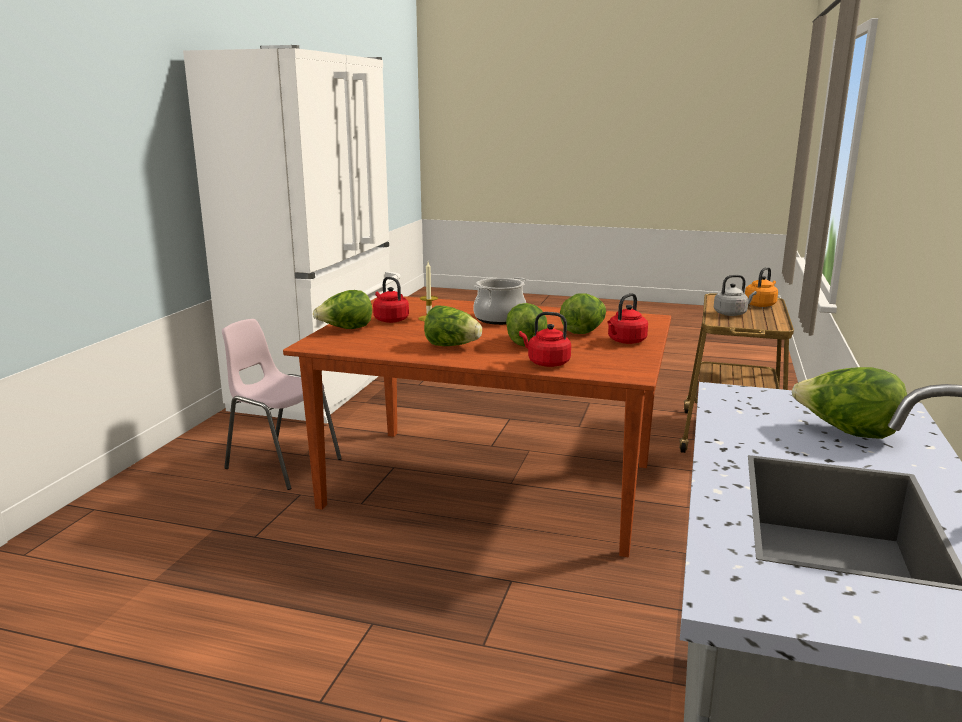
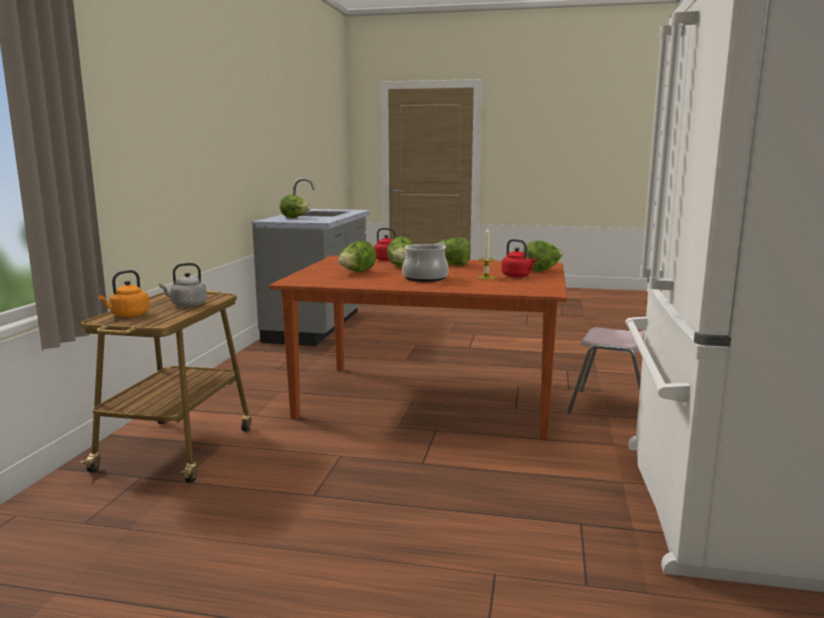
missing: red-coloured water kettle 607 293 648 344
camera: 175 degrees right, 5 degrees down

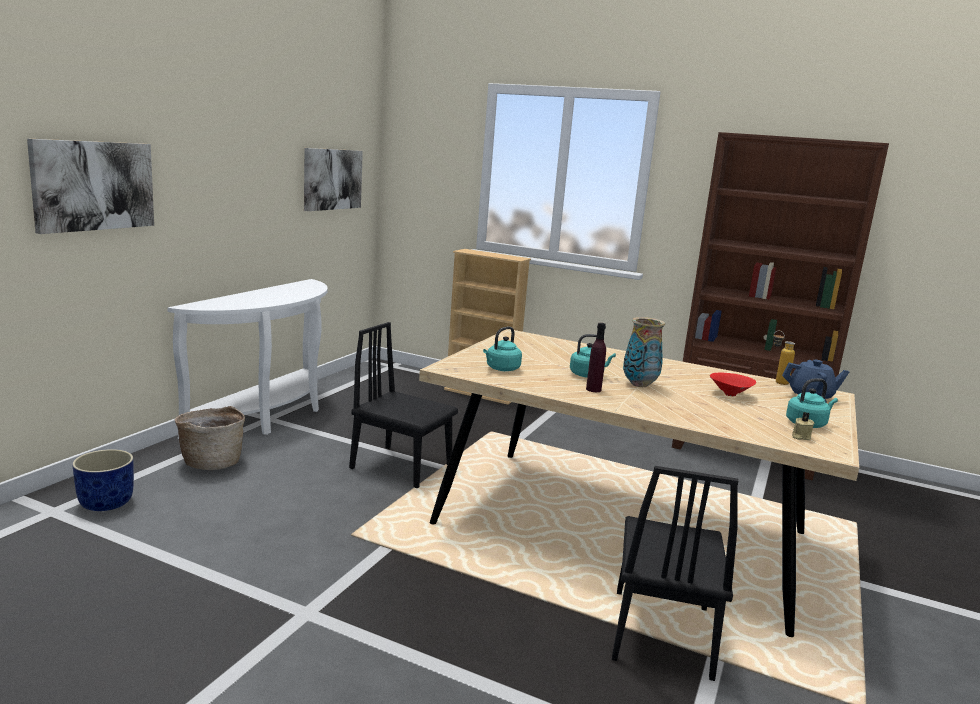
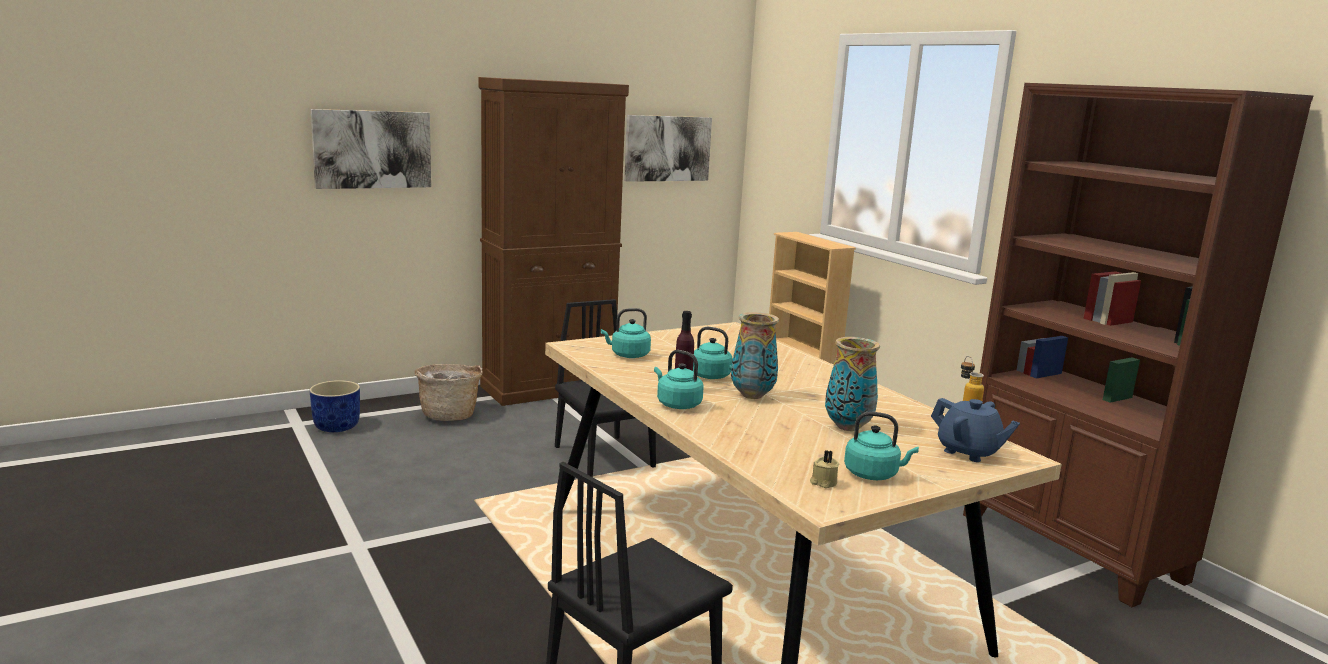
appeared: blue-green water kettle 654 350 704 409
exchanged: whitish narrow table 167 279 328 439 to brownish cupboard 478 77 629 406; red-coloured deep dish 710 372 756 396 to decorative vase 825 337 880 431
camera: 35 degrees right, 0 degrees up

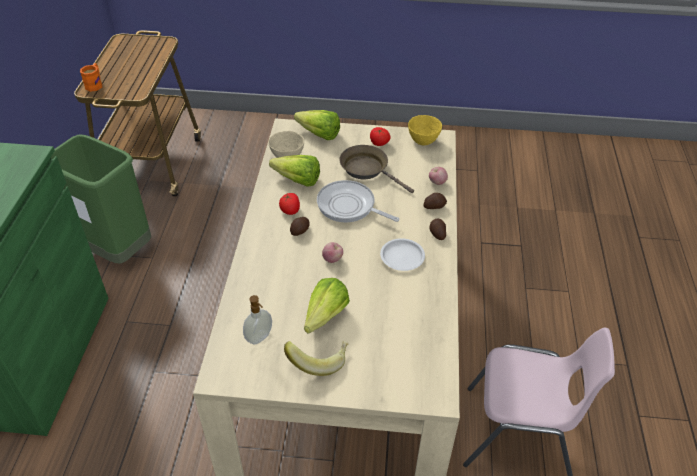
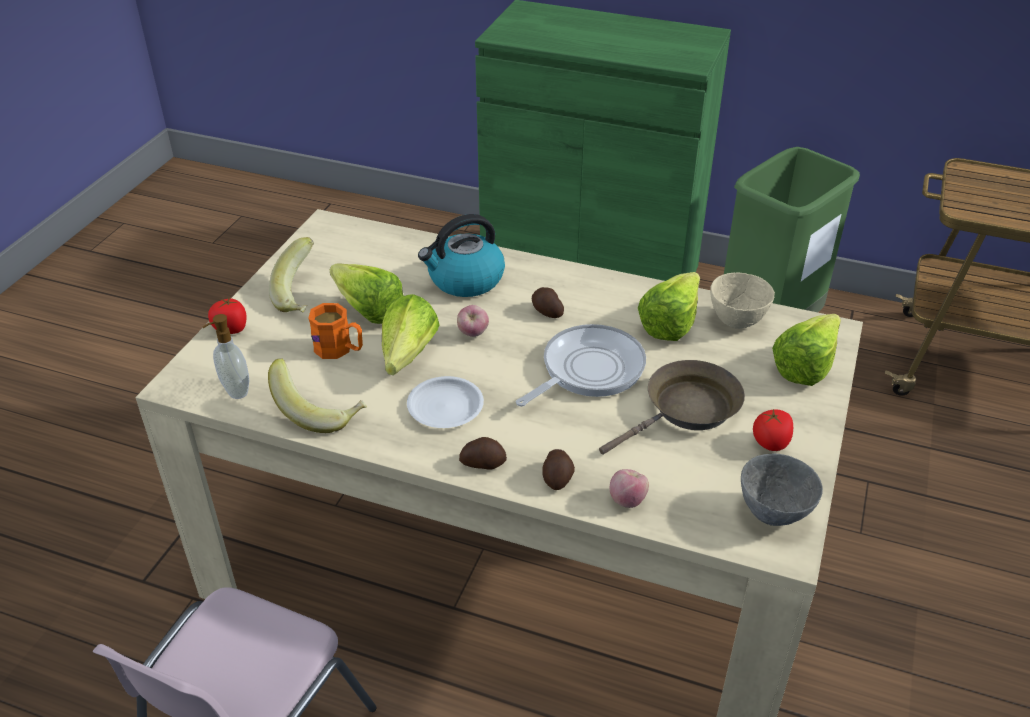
appeared: banana 268 358 367 433; lettuce 382 294 439 375; water kettle 418 214 505 297
relocated: liquid soap bottle 243 295 272 344 to 203 314 249 399; fresh tomato 279 193 300 215 to 208 296 247 334; orange-coloured coffee mug 80 63 102 92 to 308 303 363 359
colour: yellow-coloured deep dish 408 115 442 145 to grey deep dish 741 454 823 526
camera: 105 degrees right, 5 degrees down

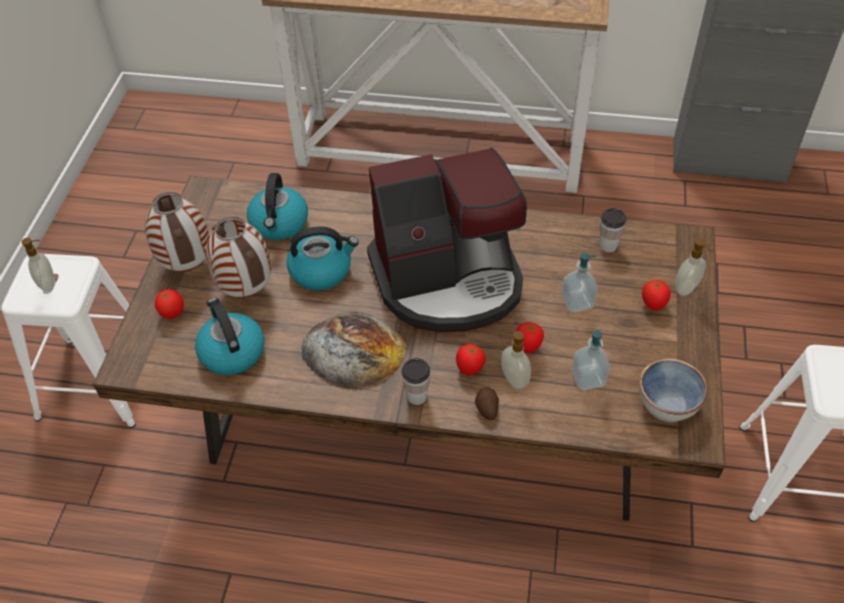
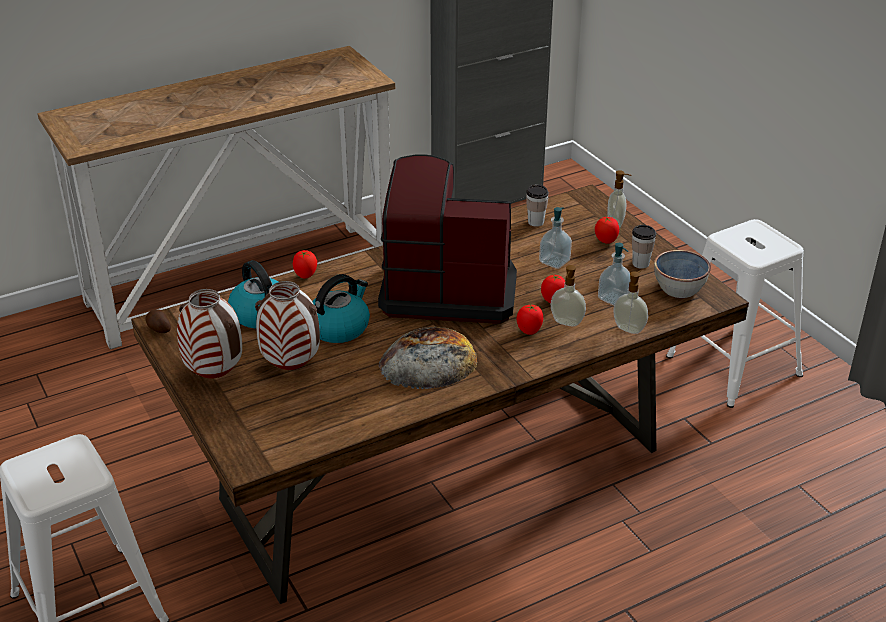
missing: water kettle 195 298 264 375
relocated: whole potato 475 387 499 420 to 145 310 171 333; fresh tomato 155 289 184 319 to 293 250 317 279; liquid soap bottle 22 238 54 291 to 613 271 648 334; cup 402 358 430 405 to 632 225 656 269
spun: coffee brewer 367 148 527 332 = 378 154 517 324 120 degrees counterclockwise
camera: 40 degrees left, 15 degrees down

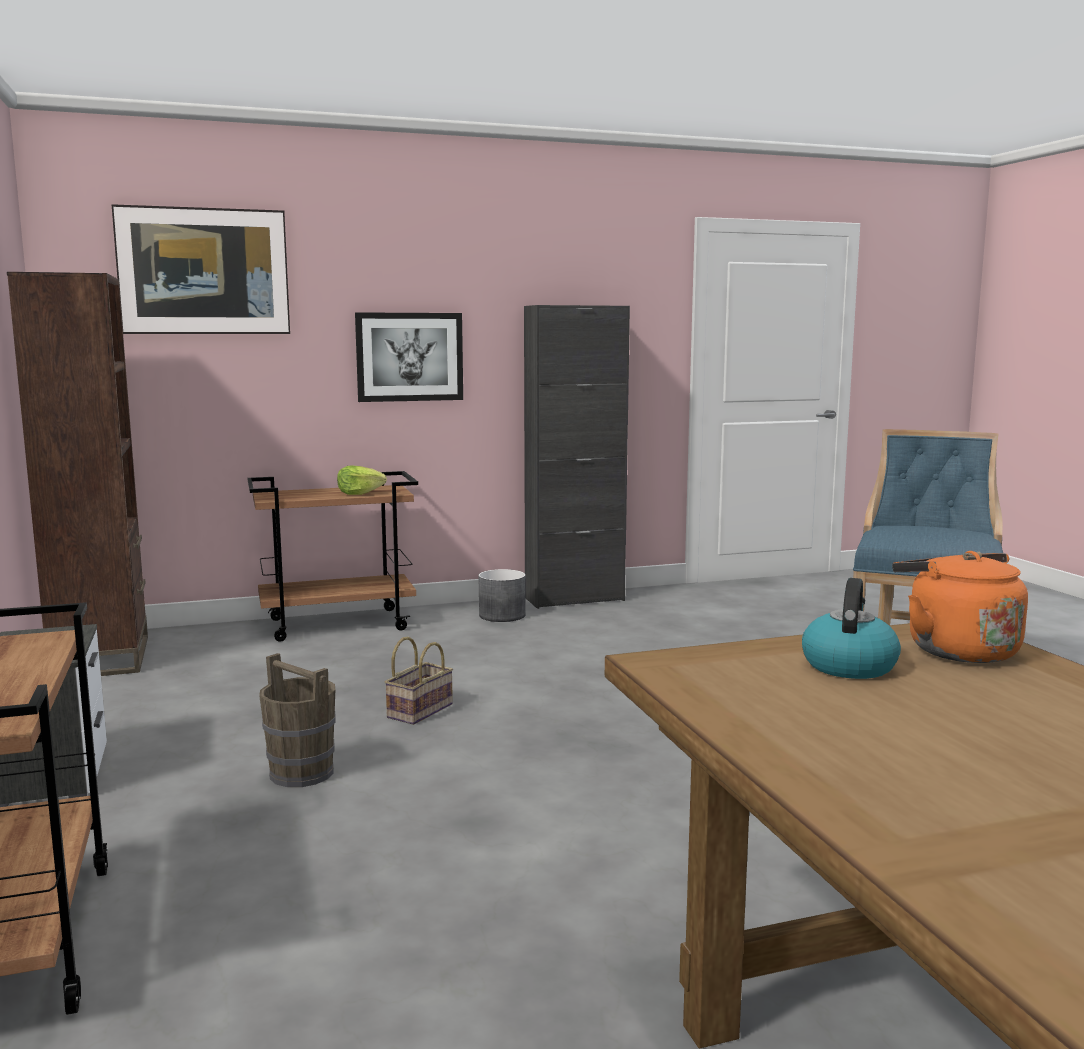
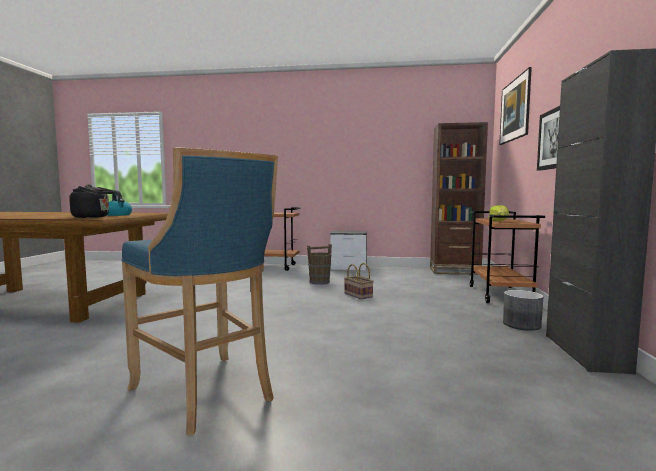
colour: orange-coloured water kettle 892 551 1028 663 to blackish water kettle 69 184 115 218
camera: 115 degrees right, 5 degrees down

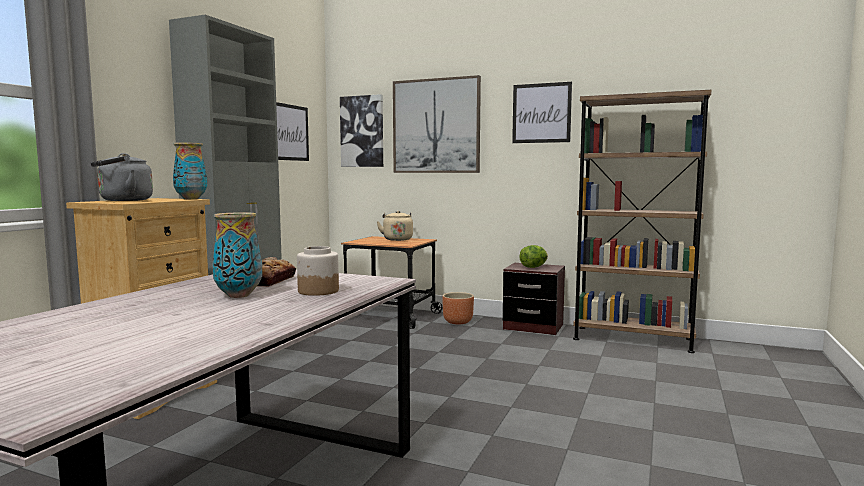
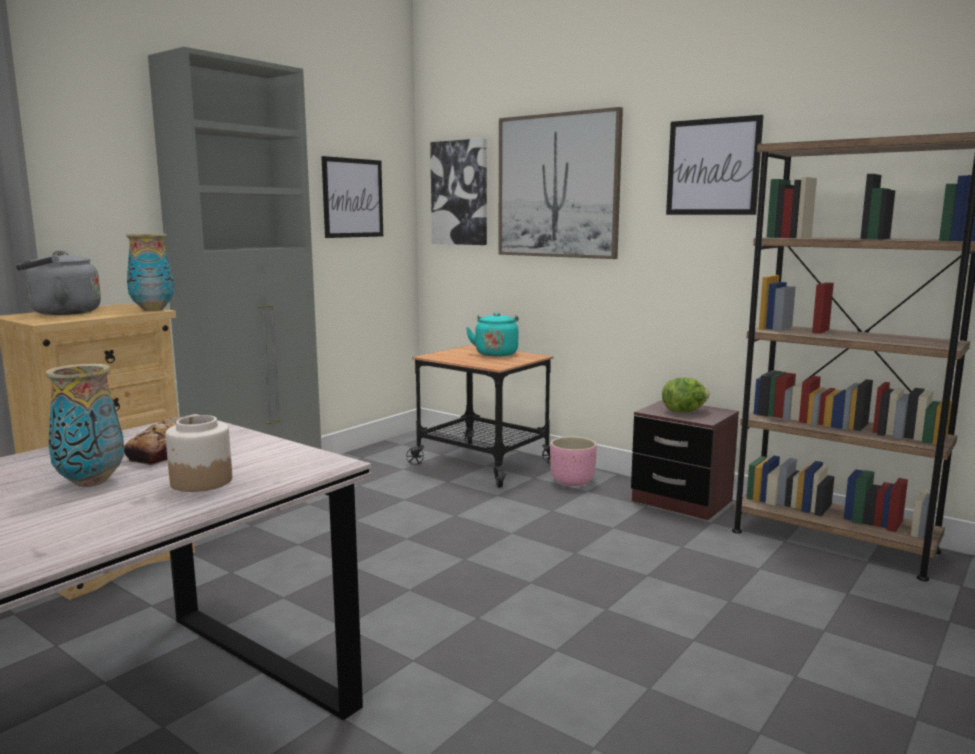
colour: sand-coloured water kettle 377 211 413 241 to blue-green water kettle 466 312 518 357; brownish planter 442 292 474 324 to pink-coloured planter 550 436 597 486
camera: 15 degrees right, 5 degrees up

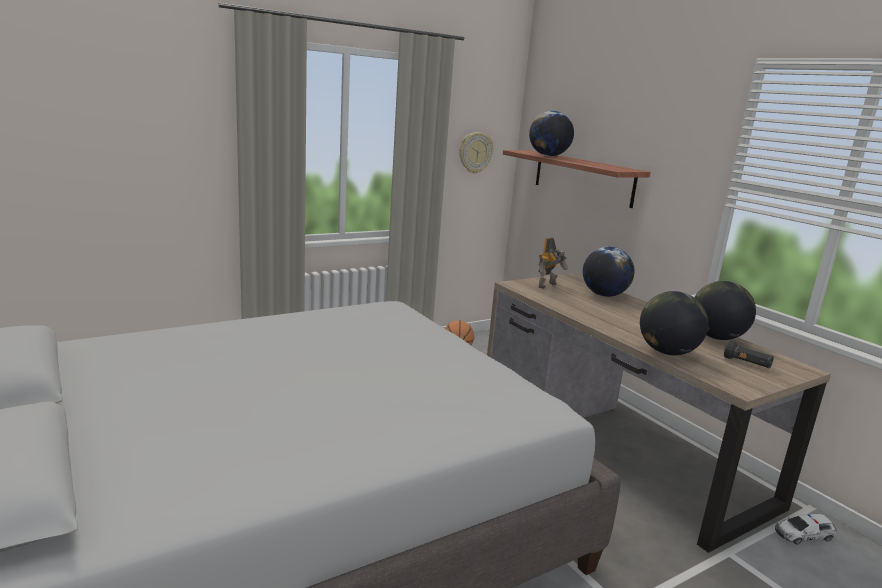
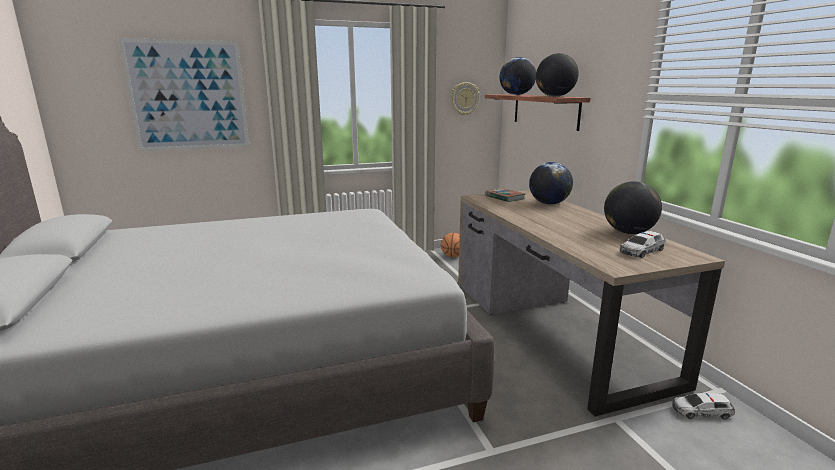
appeared: wall picture 119 38 249 151
relocated: world globe 640 291 708 355 to 536 53 579 97
exchanged: model robot 539 238 568 288 to volume 485 188 525 202; blackish flashlight 724 341 774 368 to miniature car 620 231 666 258
camera: 15 degrees right, 0 degrees up

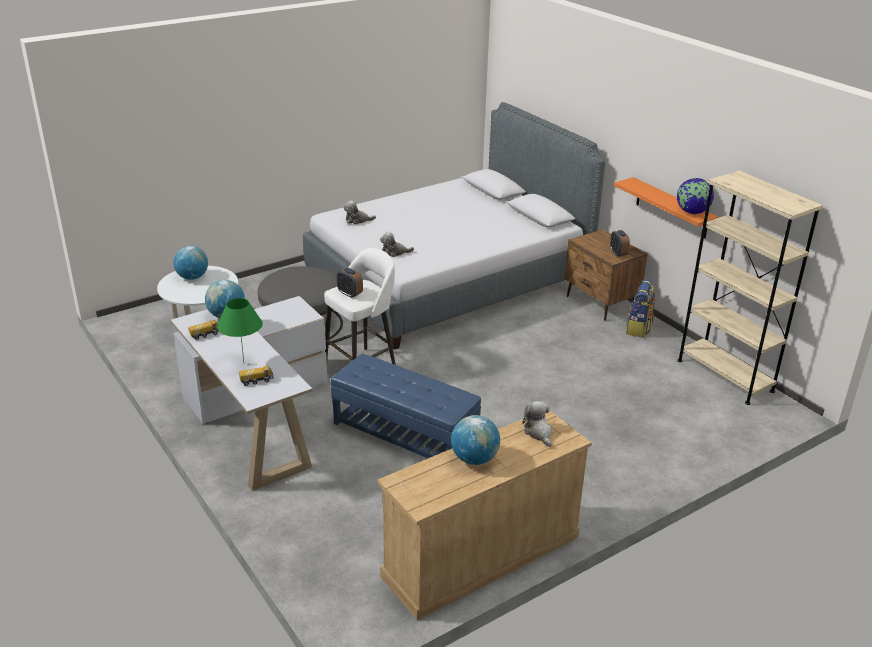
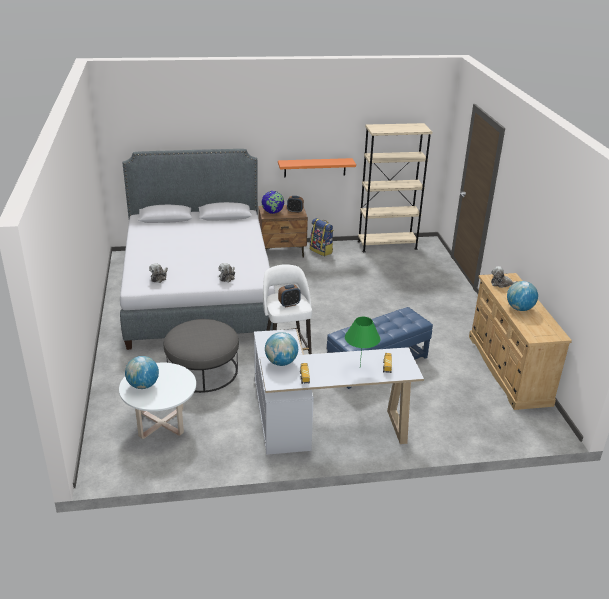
relocated: world globe 677 178 714 214 to 262 191 284 214
camera: 65 degrees left, 0 degrees up

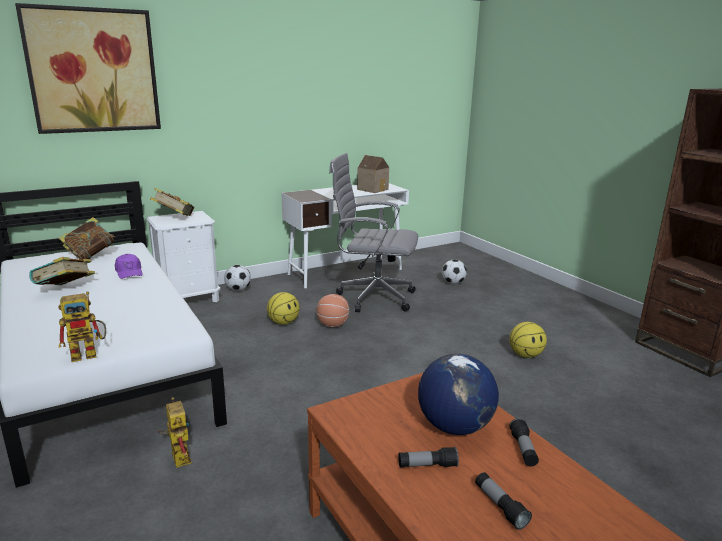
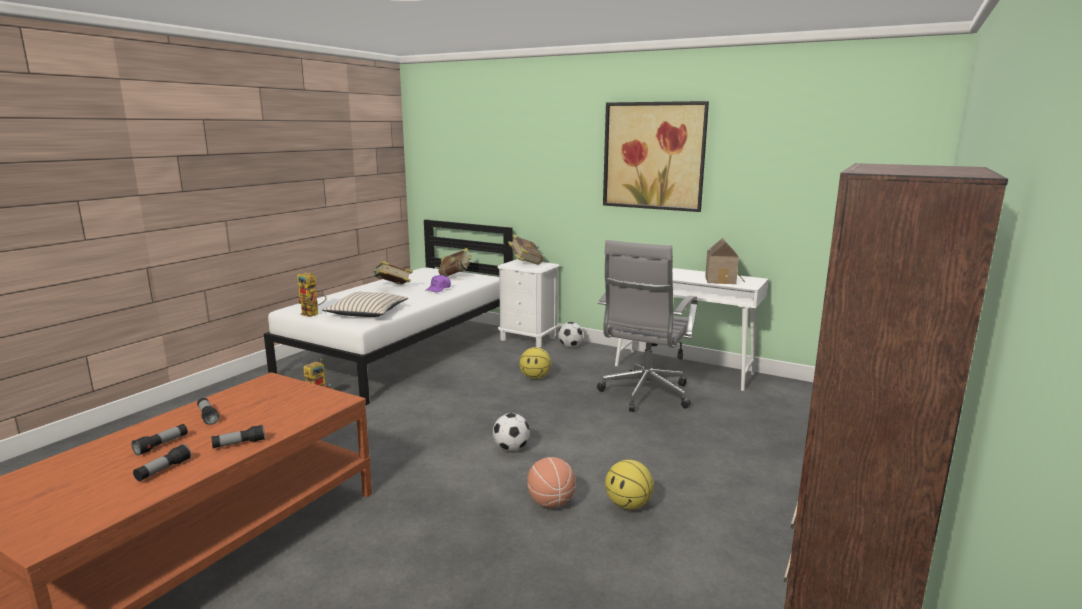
missing: world globe 418 354 499 435
appeared: flashlight 133 444 191 481; sand-coloured pillow 322 292 408 317
relocated: ball for football 442 259 467 284 to 493 413 530 451; ball for basketball 317 294 349 327 to 527 457 576 508; wall picture 15 3 161 134 to 603 101 709 212
spun: grey office chair 329 153 418 313 = 597 240 698 412 135 degrees counterclockwise
camera: 60 degrees right, 5 degrees down

